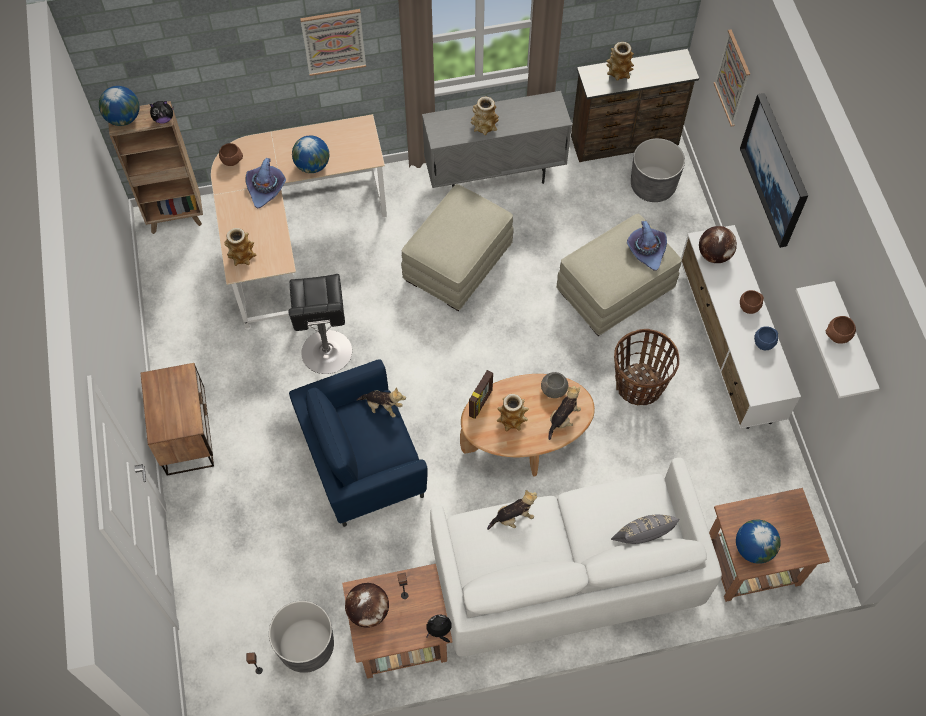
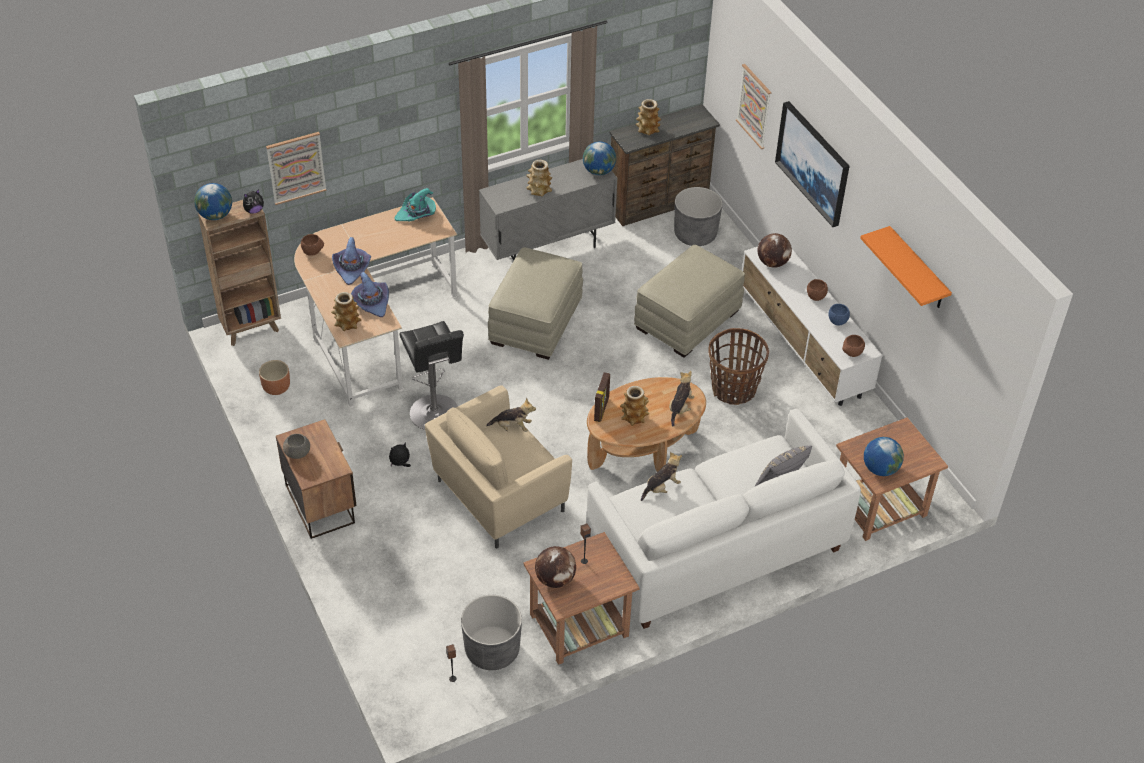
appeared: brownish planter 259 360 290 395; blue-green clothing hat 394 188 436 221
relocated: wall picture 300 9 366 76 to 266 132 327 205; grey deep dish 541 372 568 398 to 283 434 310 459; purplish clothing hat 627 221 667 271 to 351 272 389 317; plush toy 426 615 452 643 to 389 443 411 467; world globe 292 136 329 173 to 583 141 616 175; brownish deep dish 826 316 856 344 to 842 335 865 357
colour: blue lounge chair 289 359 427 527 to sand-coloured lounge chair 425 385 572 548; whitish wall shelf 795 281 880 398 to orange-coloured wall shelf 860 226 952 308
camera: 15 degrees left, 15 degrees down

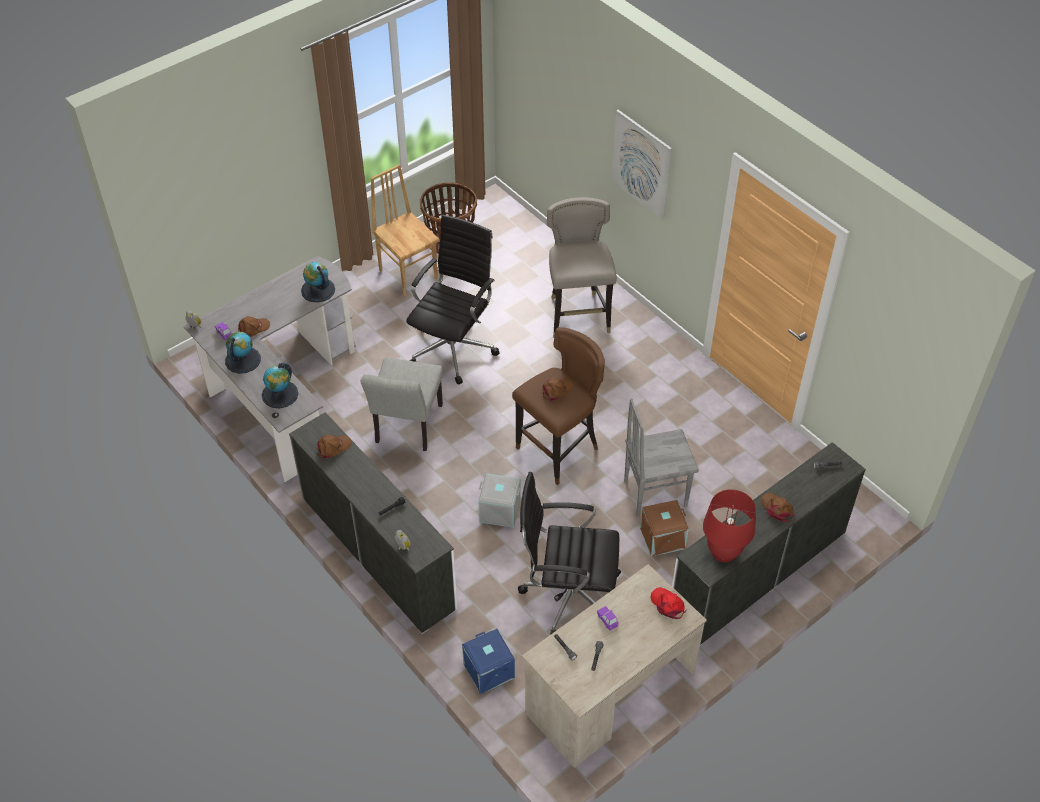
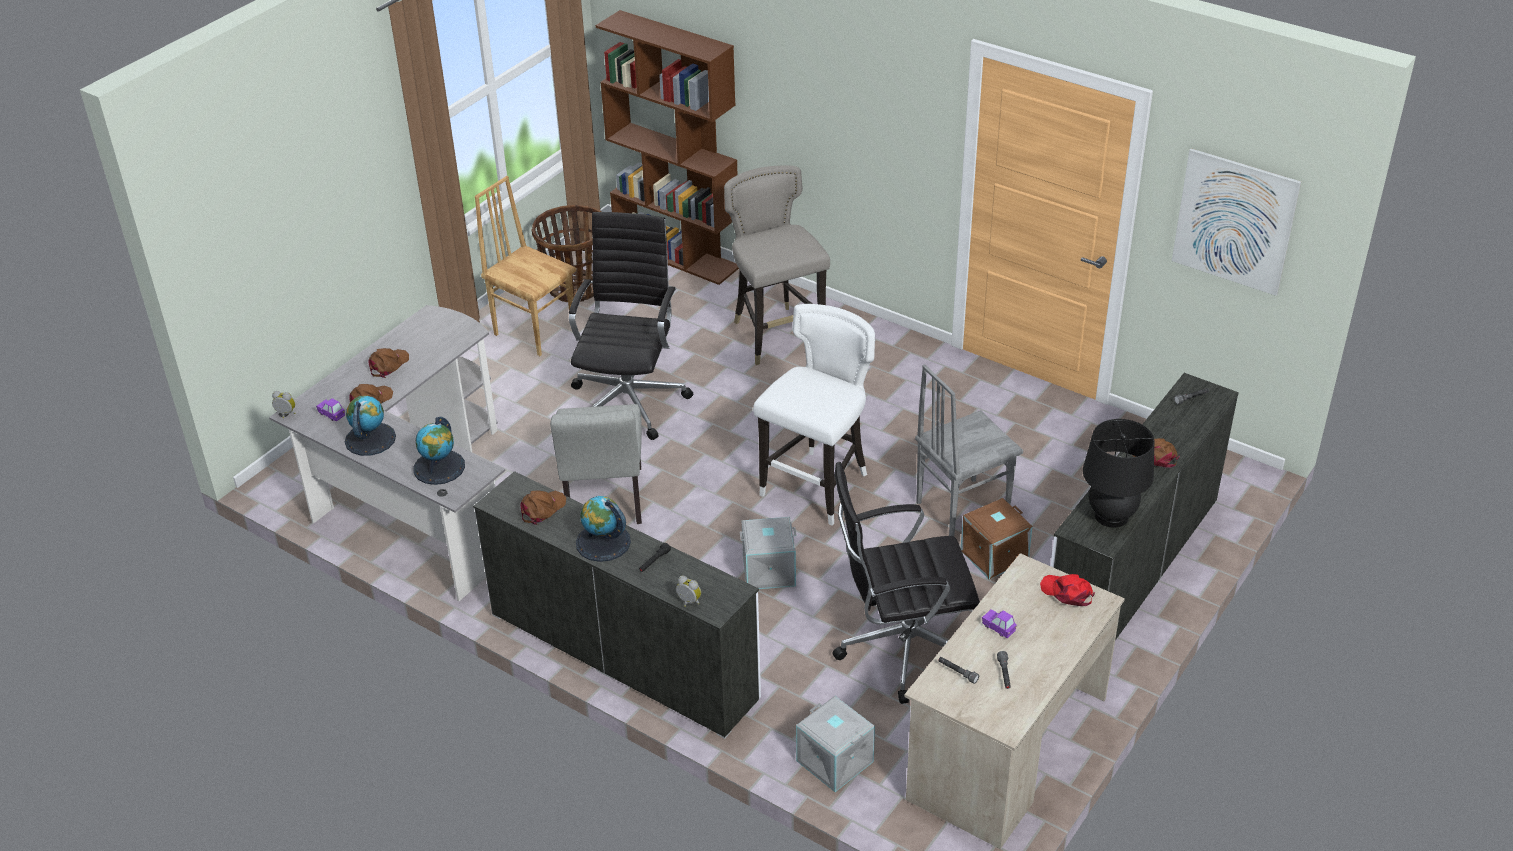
appeared: brownish bookcase 596 10 739 285
relocated: brownish peaked cap 543 378 573 402 to 368 348 409 378; world globe 301 262 335 303 to 576 496 631 562; wall picture 611 110 672 220 to 1172 149 1301 296
colour: brownish stool seat 512 327 605 485 to whitish stool seat 753 304 875 526; blue storage container 462 629 515 694 to grey storage container 796 696 875 792; red-coloured table lamp 703 489 756 562 to blackish table lamp 1083 419 1155 528
camera: 15 degrees left, 10 degrees down

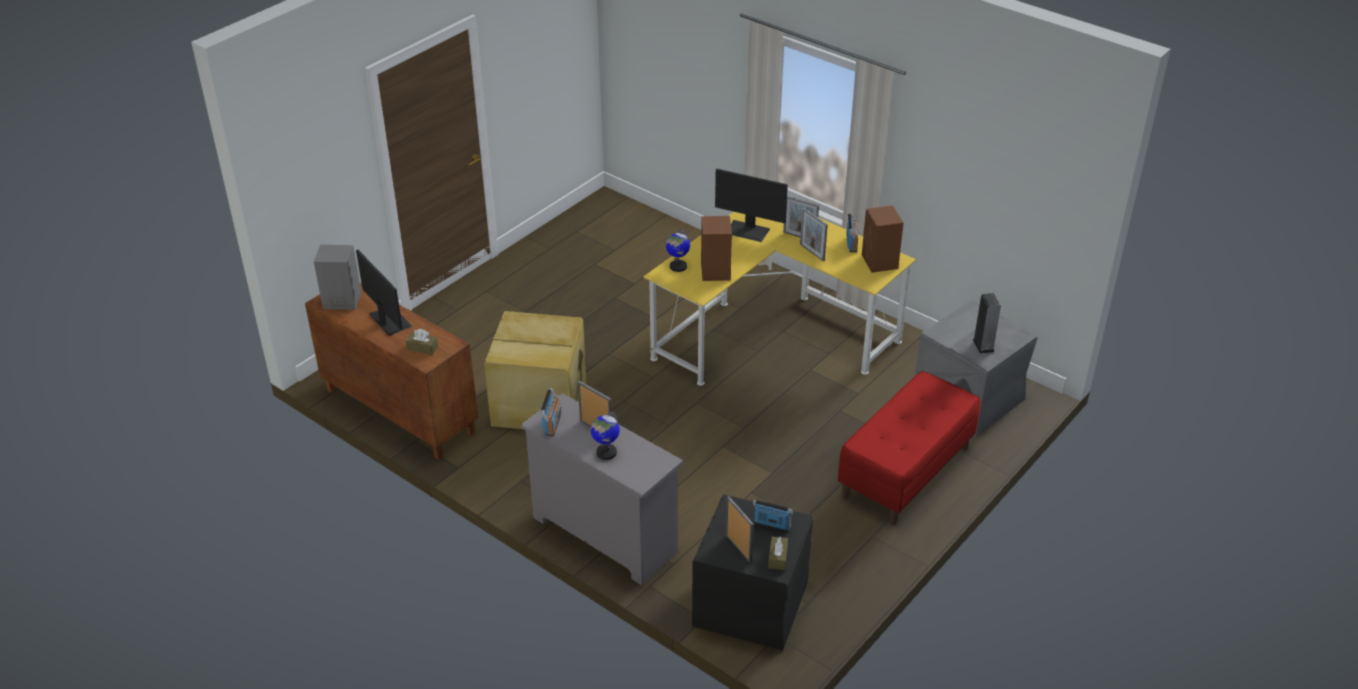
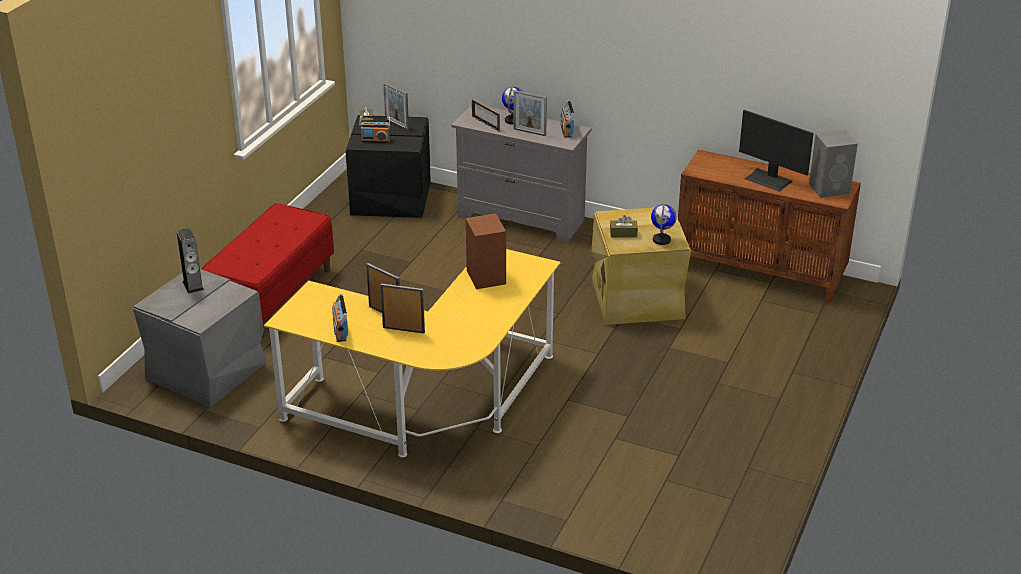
missing: monitor 715 168 788 242; brownish speaker 862 205 904 273
appeared: standing frame 472 99 500 132
relocated: brownish tissue holder 406 329 438 355 to 610 215 638 238; world globe 666 230 690 272 to 651 204 677 245
camera: 165 degrees right, 5 degrees down

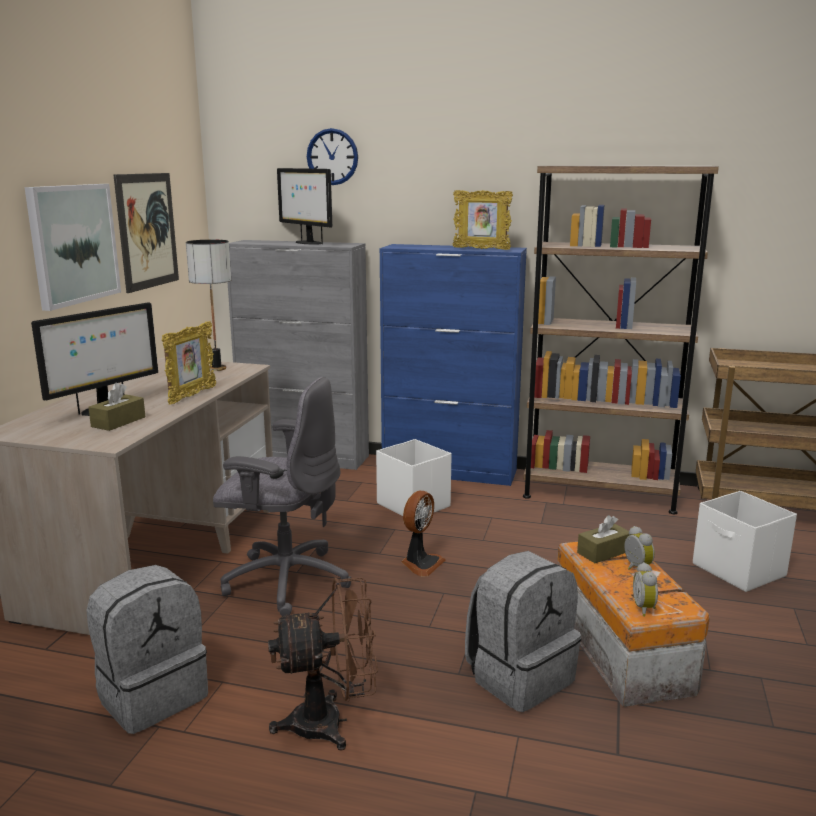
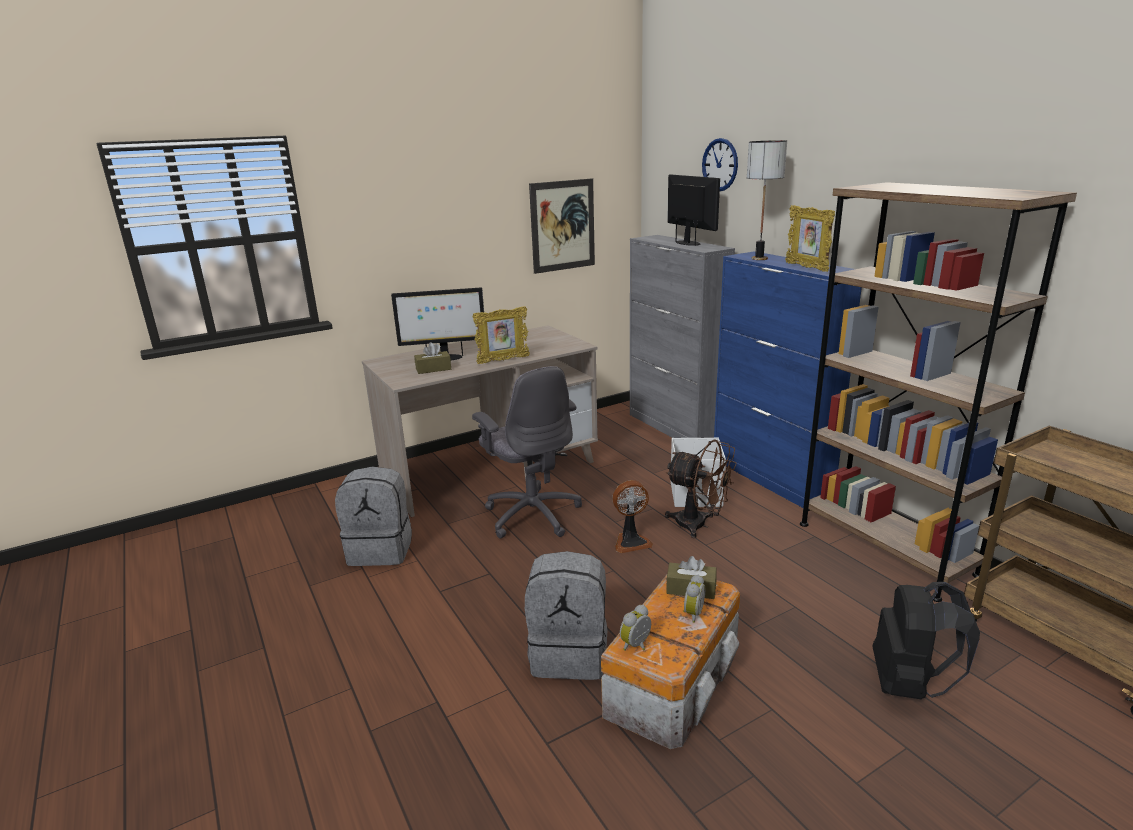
missing: wall picture 24 184 121 311
relocated: brownish electric fan 268 577 378 751 to 665 439 737 538; table lamp 186 239 231 371 to 747 140 787 260
exchanged: whitish storage container 693 491 797 592 to blackish knapsack 873 582 980 699
spun: monitor 277 168 332 245 = 667 174 720 246 150 degrees clockwise
camera: 45 degrees right, 5 degrees up

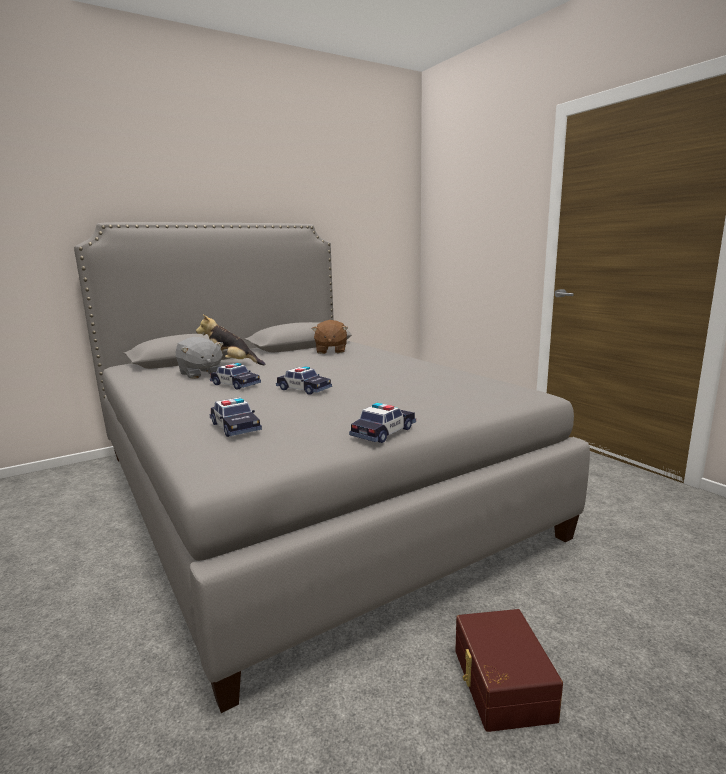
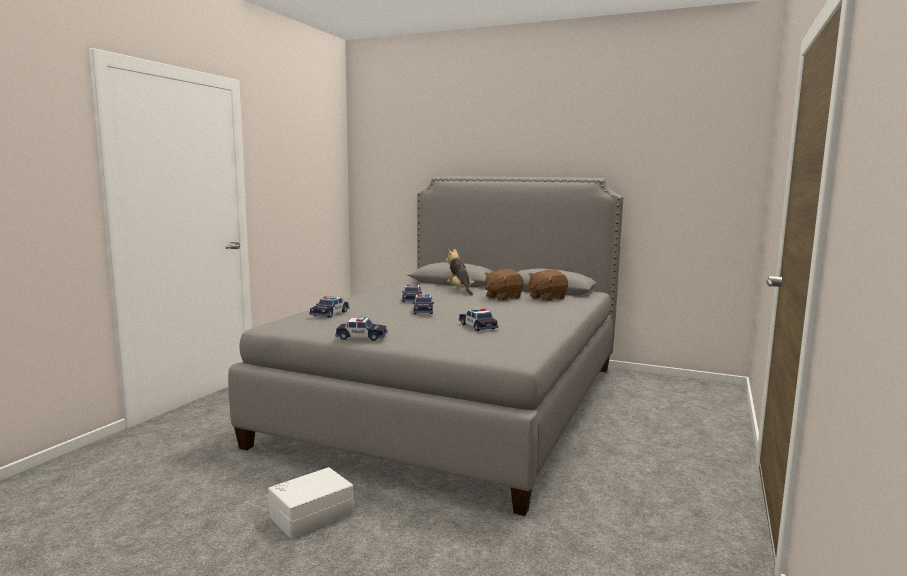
missing: grey plush toy 176 337 223 379
appeared: miniature car 459 308 498 331; brownish plush toy 485 269 524 301
colour: brownish storage container 455 609 563 732 to whitish storage container 268 467 354 539
camera: 55 degrees right, 5 degrees down

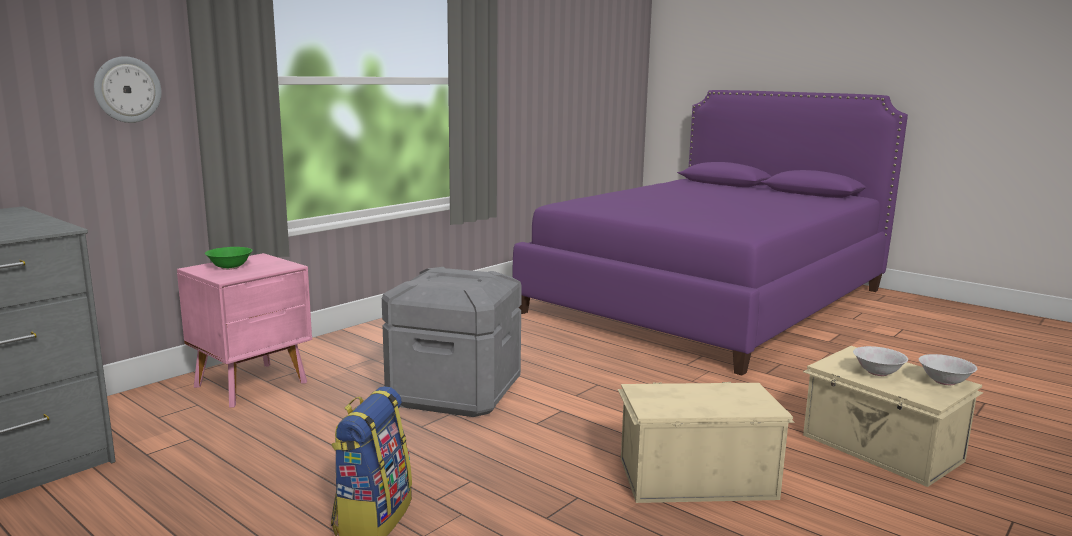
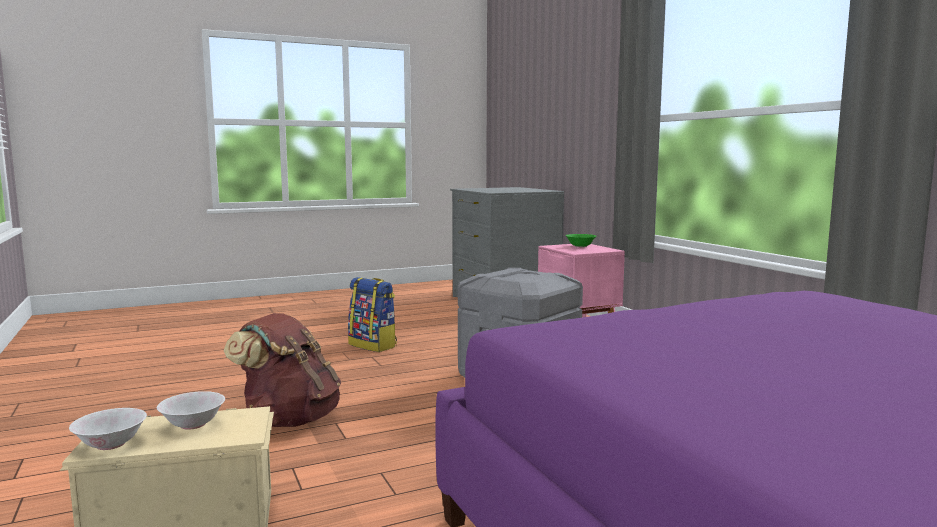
missing: hanging clock 94 56 161 123
exchanged: sand-coloured storage container 618 382 794 503 to brownish knapsack 224 313 341 427
camera: 115 degrees right, 5 degrees down

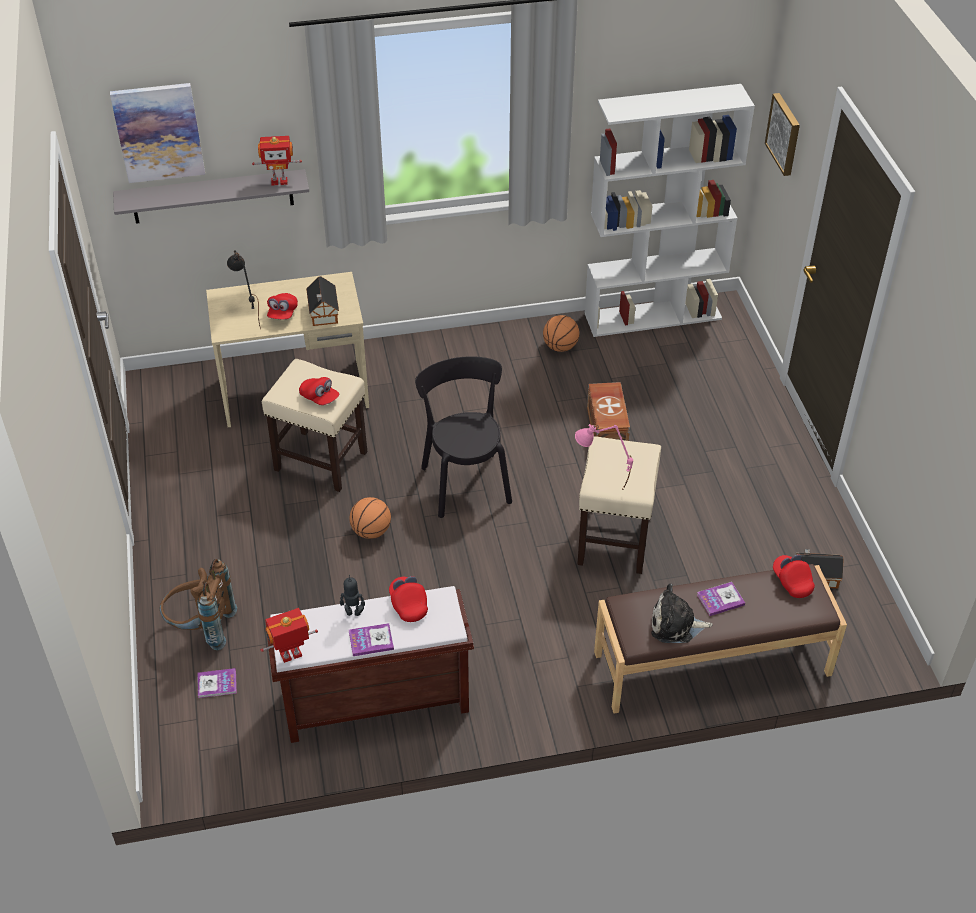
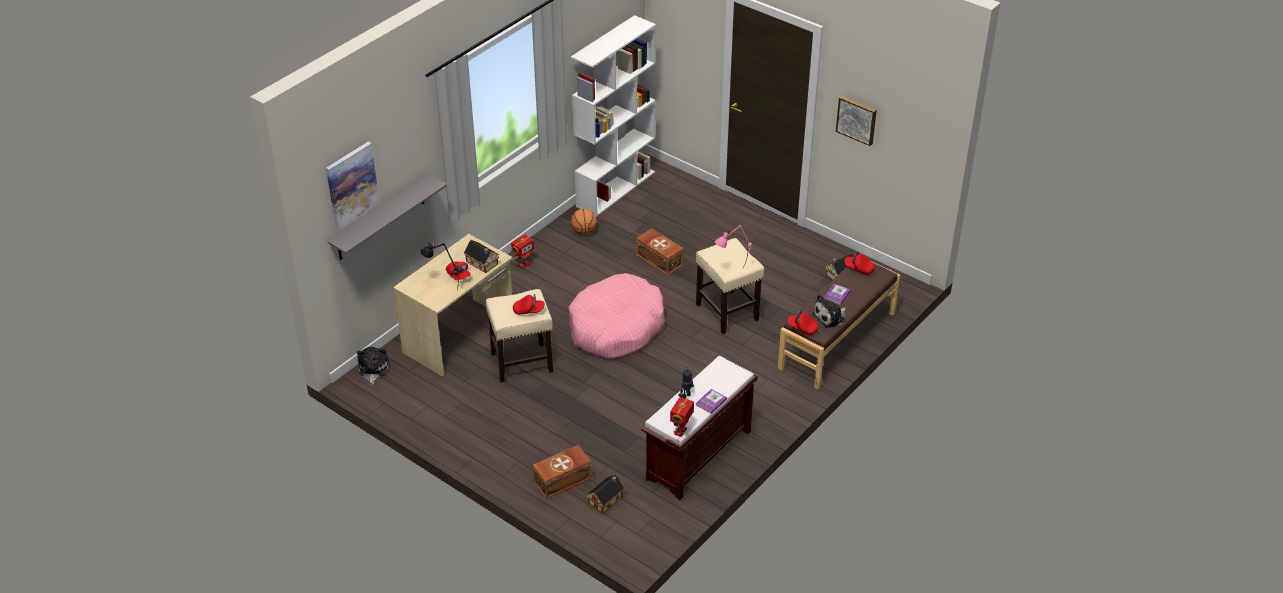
missing: ball for basketball 349 497 391 539
appeared: plush toy 357 347 388 385
relocated: model robot 252 136 302 186 to 511 235 535 269; red-coloured peaked cap 389 576 428 622 to 787 310 818 335; wall picture 765 93 800 176 to 836 96 877 146
exchanged: brownish knapsack 160 559 237 650 to brownish storage container 533 445 592 499; blackish upright chair 415 356 512 518 to pink-coloured pet bed 568 273 665 359; volume 198 668 237 698 to miniature house 586 475 624 514
camera: 40 degrees left, 5 degrees down

